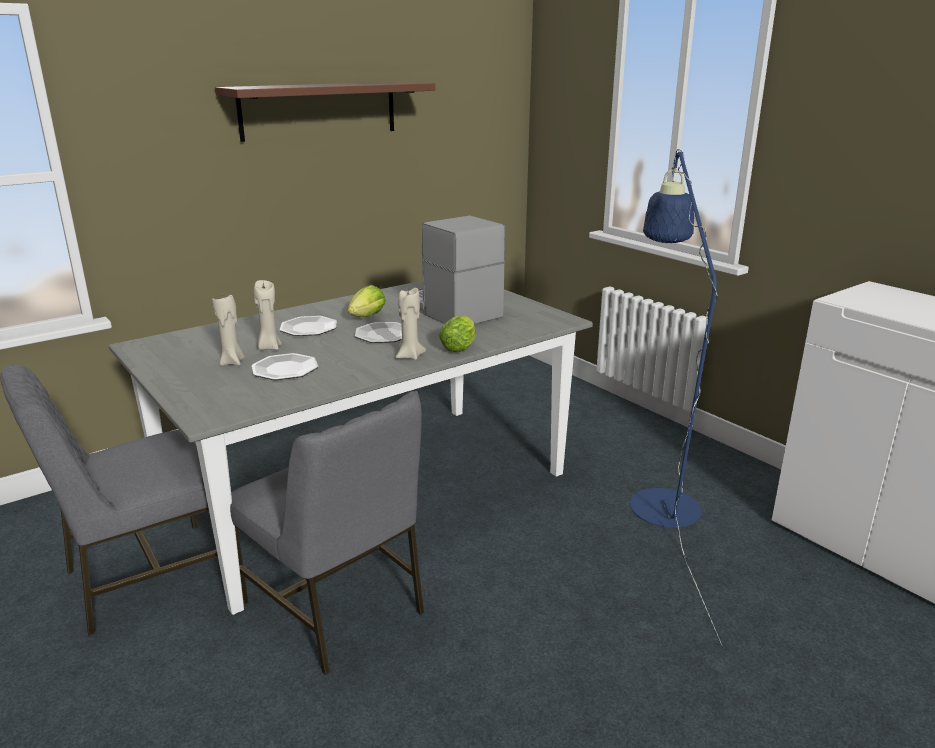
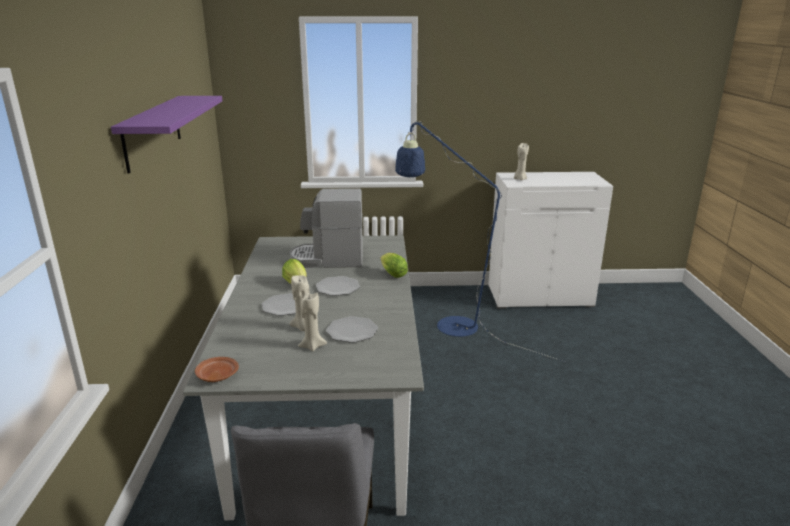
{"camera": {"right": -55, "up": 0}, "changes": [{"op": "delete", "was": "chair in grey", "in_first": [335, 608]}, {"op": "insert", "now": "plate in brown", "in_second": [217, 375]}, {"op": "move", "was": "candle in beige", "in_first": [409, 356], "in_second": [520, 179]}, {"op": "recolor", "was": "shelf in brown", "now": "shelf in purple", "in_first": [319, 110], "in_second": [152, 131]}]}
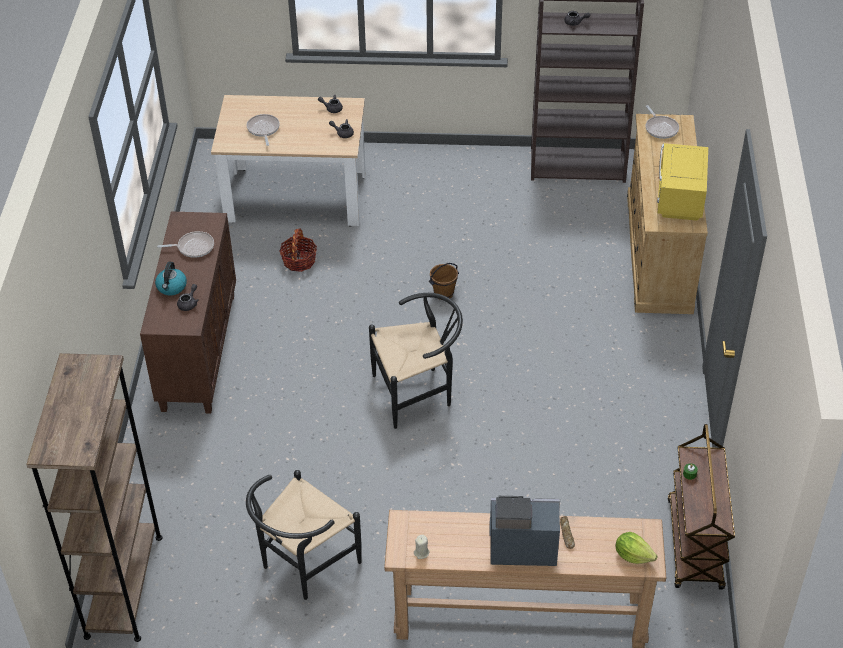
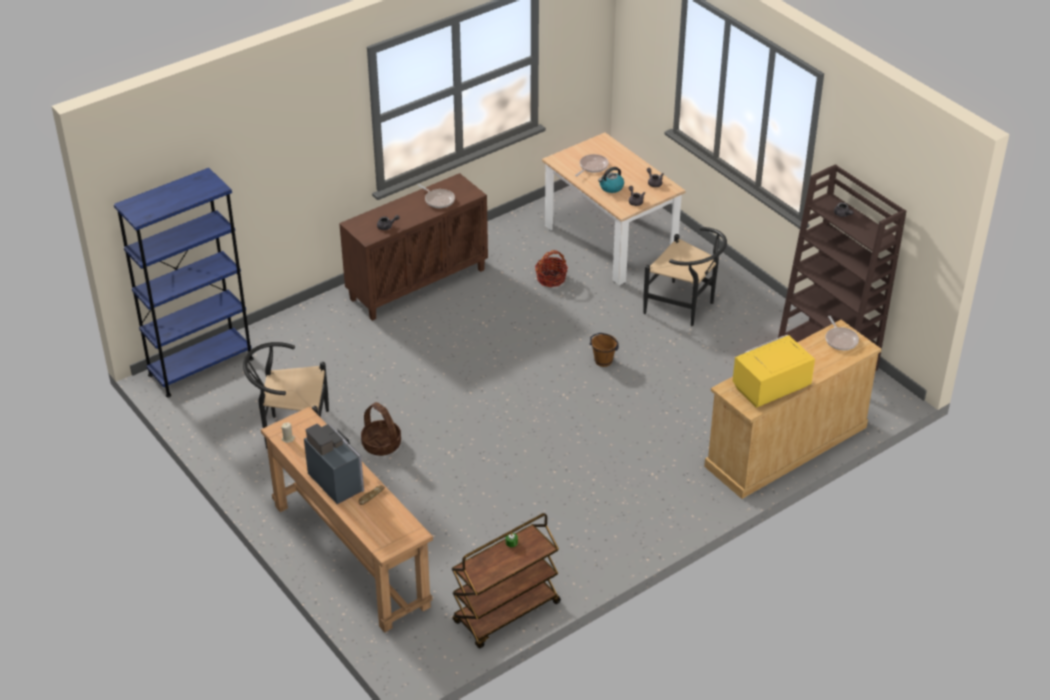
{"camera": {"right": 50, "up": -5}, "changes": [{"op": "delete", "was": "lettuce", "in_first": [633, 555]}, {"op": "insert", "now": "basket", "in_second": [381, 444]}, {"op": "move", "was": "kettle", "in_first": [171, 287], "in_second": [611, 187]}, {"op": "move", "was": "chair in black", "in_first": [419, 392], "in_second": [685, 307]}, {"op": "recolor", "was": "bookcase in brown", "now": "bookcase in blue", "in_first": [124, 586], "in_second": [201, 366]}, {"op": "rotate", "was": "frying pan", "in_first": [660, 128], "in_second": [840, 340], "clockwise": -45}]}
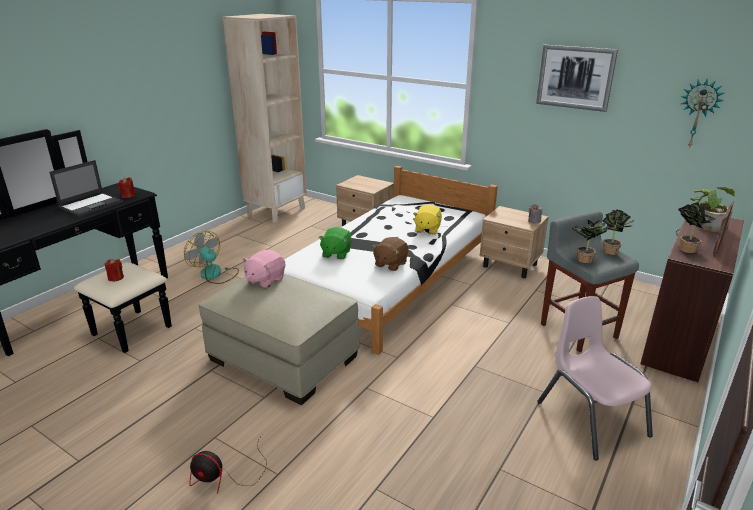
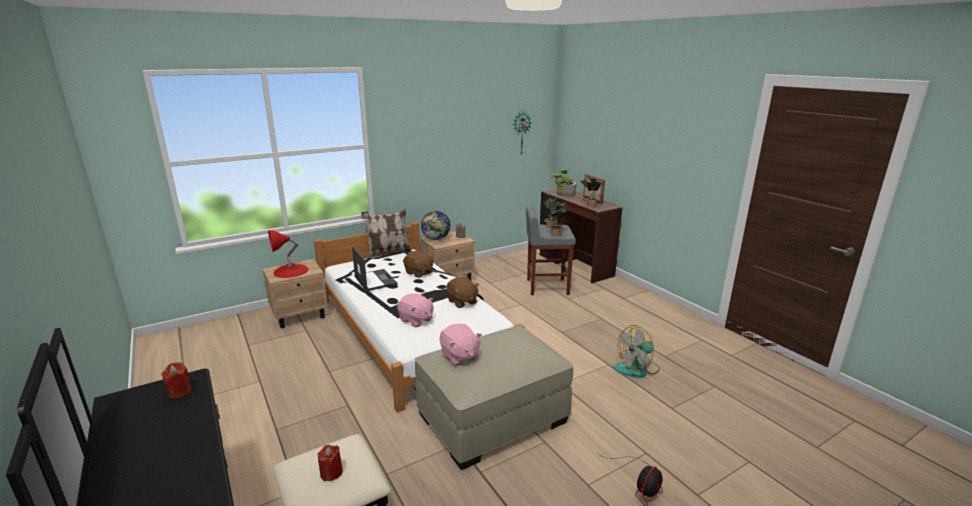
{"camera": {"right": -65, "up": -5}, "changes": [{"op": "delete", "was": "bookcase in beige", "in_first": [276, 211]}, {"op": "delete", "was": "picture", "in_first": [575, 77]}, {"op": "delete", "was": "chair in pink", "in_first": [591, 418]}, {"op": "insert", "now": "table lamp in red", "in_second": [291, 271]}, {"op": "insert", "now": "pillow", "in_second": [388, 252]}, {"op": "insert", "now": "globe", "in_second": [436, 239]}, {"op": "move", "was": "laptop", "in_first": [91, 204], "in_second": [375, 280]}, {"op": "move", "was": "fan", "in_first": [215, 275], "in_second": [637, 369]}, {"op": "recolor", "was": "plush toy in green", "now": "plush toy in pink", "in_first": [336, 253], "in_second": [416, 320]}, {"op": "recolor", "was": "plush toy in yellow", "now": "plush toy in brown", "in_first": [427, 229], "in_second": [419, 273]}]}
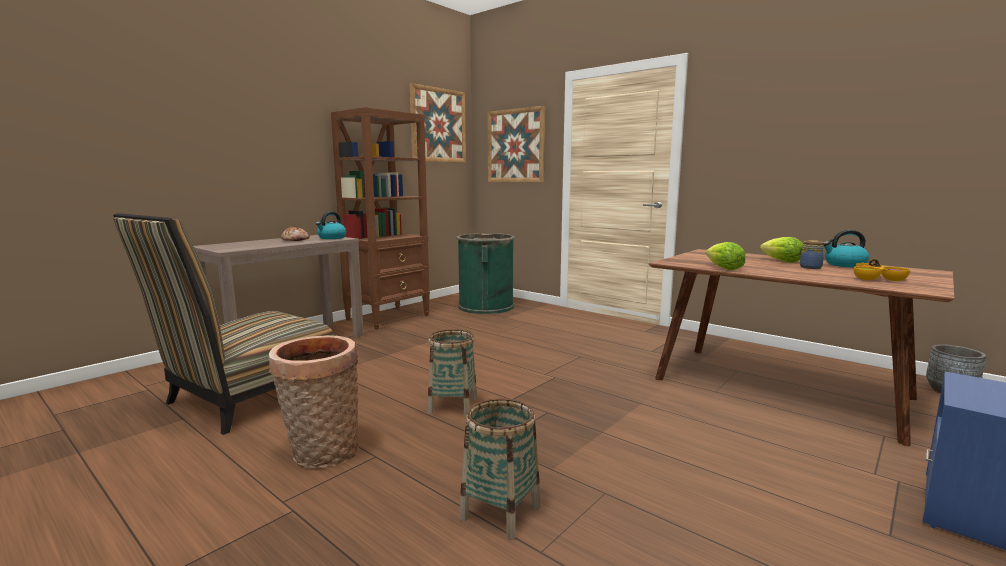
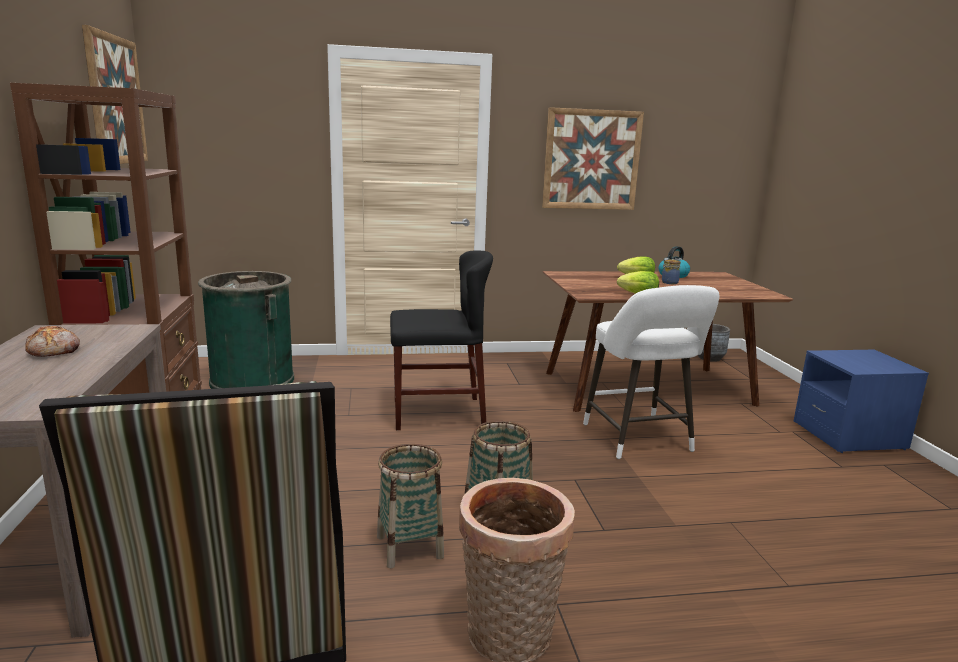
{"camera": {"right": -50, "up": 5}, "changes": [{"op": "delete", "was": "kettle", "in_first": [331, 238]}, {"op": "delete", "was": "bowl", "in_first": [875, 278]}, {"op": "insert", "now": "chair in black", "in_second": [438, 413]}, {"op": "insert", "now": "stool in white", "in_second": [640, 440]}, {"op": "move", "was": "basket", "in_first": [500, 512], "in_second": [410, 547]}, {"op": "move", "was": "picture", "in_first": [515, 146], "in_second": [591, 160]}]}
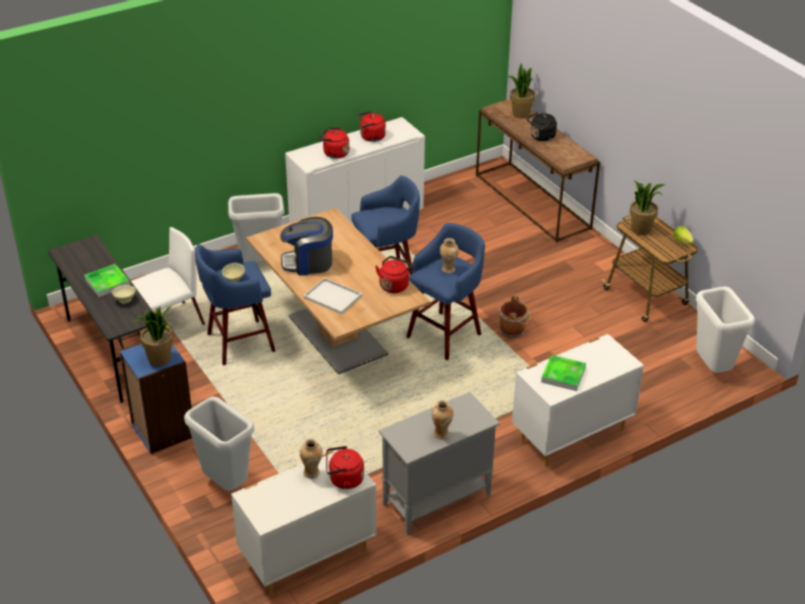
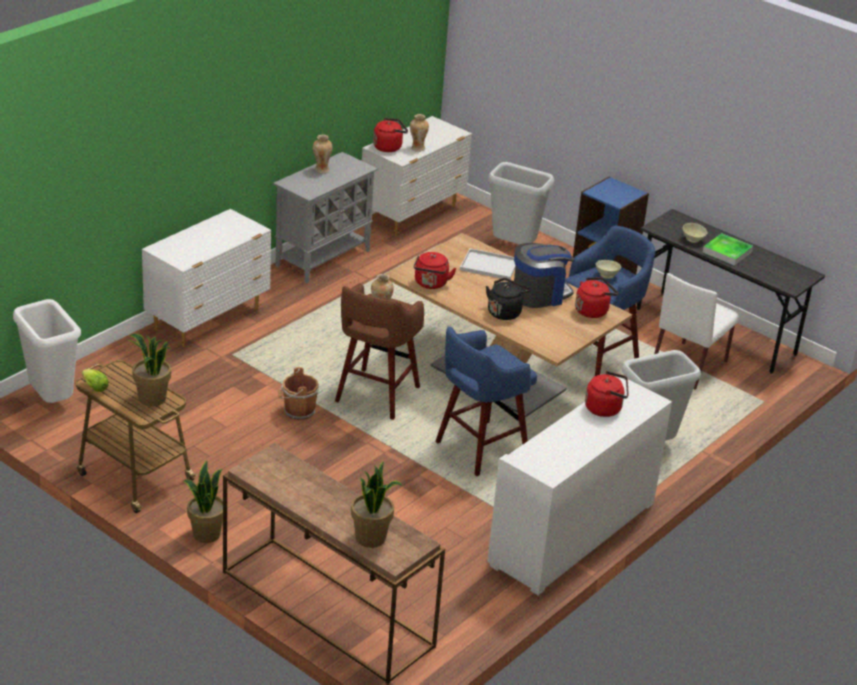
{"camera": {"right": 160, "up": -5}, "changes": [{"op": "delete", "was": "tray", "in_first": [563, 375]}, {"op": "move", "was": "potted plant", "in_first": [160, 359], "in_second": [206, 534]}, {"op": "move", "was": "kettle in red", "in_first": [371, 137], "in_second": [593, 310]}, {"op": "move", "was": "kettle in black", "in_first": [541, 137], "in_second": [505, 312]}, {"op": "recolor", "was": "stool in blue", "now": "stool in brown", "in_first": [445, 334], "in_second": [376, 396]}]}
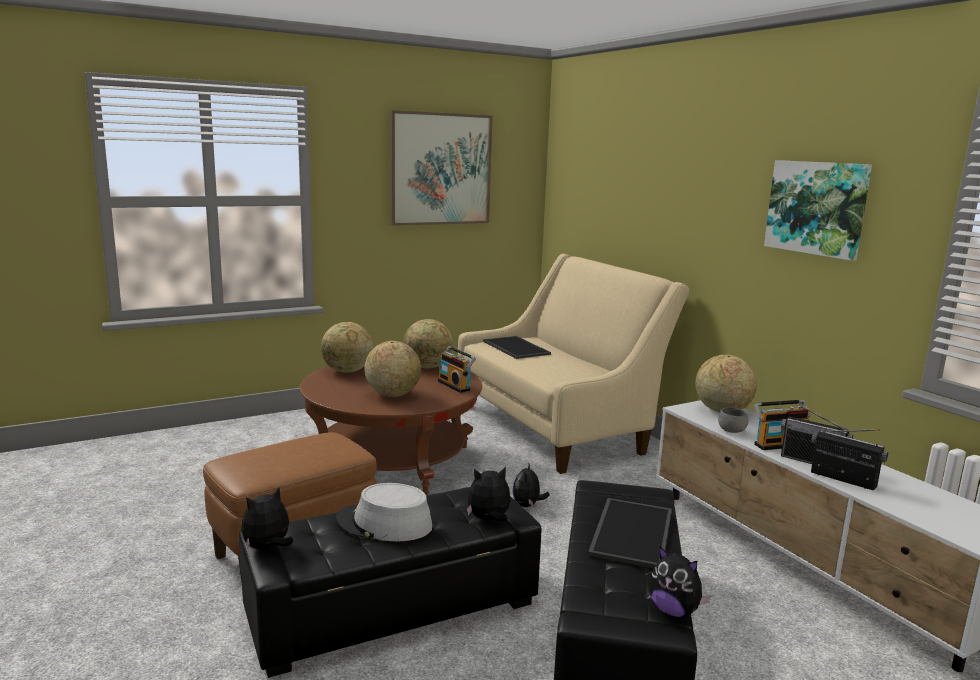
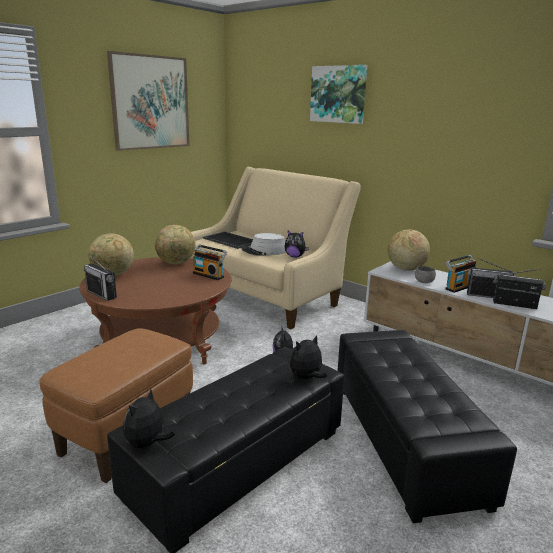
{"camera": {"right": -20, "up": 5}, "changes": [{"op": "delete", "was": "globe", "in_first": [392, 395]}, {"op": "delete", "was": "tray", "in_first": [630, 531]}, {"op": "insert", "now": "radio", "in_second": [101, 294]}, {"op": "move", "was": "hat in grey", "in_first": [384, 524], "in_second": [264, 251]}, {"op": "move", "was": "plush toy", "in_first": [674, 611], "in_second": [295, 256]}, {"op": "move", "was": "picture", "in_first": [817, 208], "in_second": [338, 94]}]}
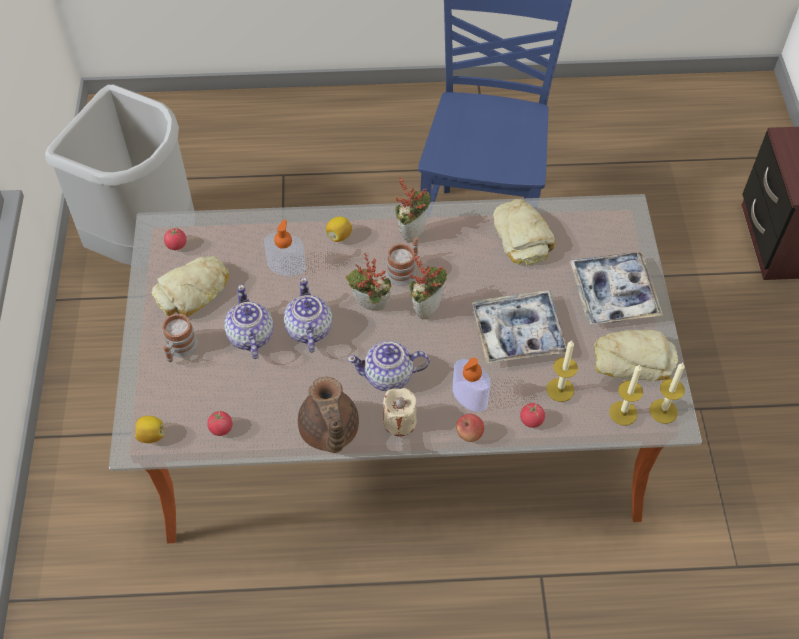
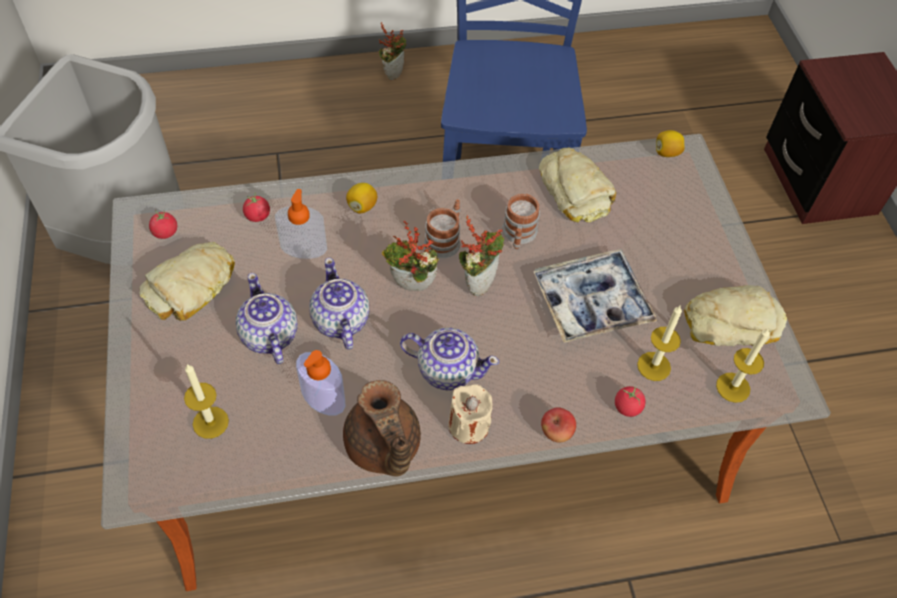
{"camera": {"right": -10, "up": 0}, "changes": [{"op": "delete", "was": "tray", "in_first": [613, 294]}, {"op": "move", "was": "lemon", "in_first": [151, 435], "in_second": [667, 153]}, {"op": "move", "was": "mug", "in_first": [179, 349], "in_second": [518, 235]}, {"op": "move", "was": "tomato", "in_first": [221, 428], "in_second": [257, 216]}, {"op": "move", "was": "potted plant", "in_first": [412, 232], "in_second": [393, 73]}, {"op": "move", "was": "soap dispenser", "in_first": [469, 396], "in_second": [323, 397]}, {"op": "move", "was": "candle", "in_first": [663, 411], "in_second": [210, 422]}, {"op": "rotate", "was": "teapot", "in_first": [389, 376], "in_second": [447, 369], "clockwise": -150}]}
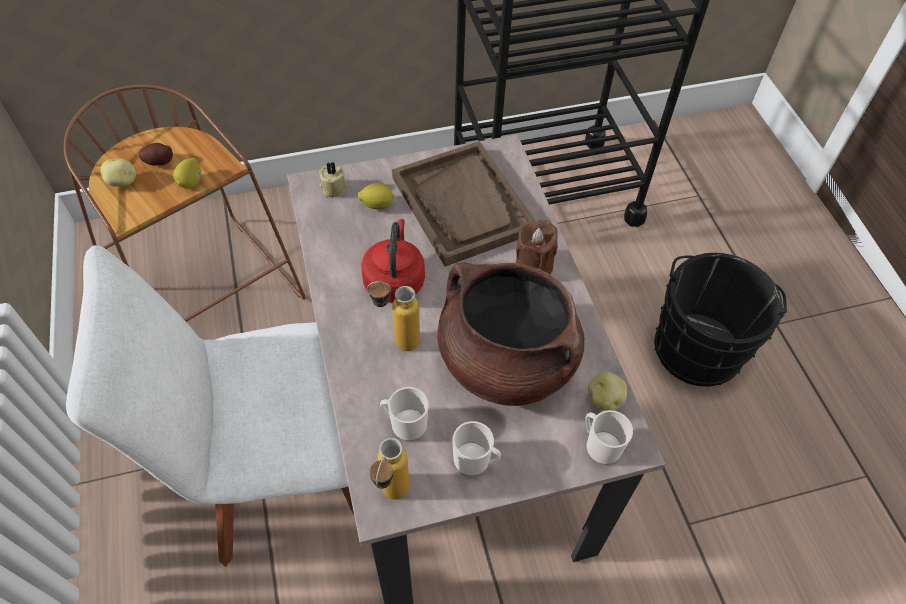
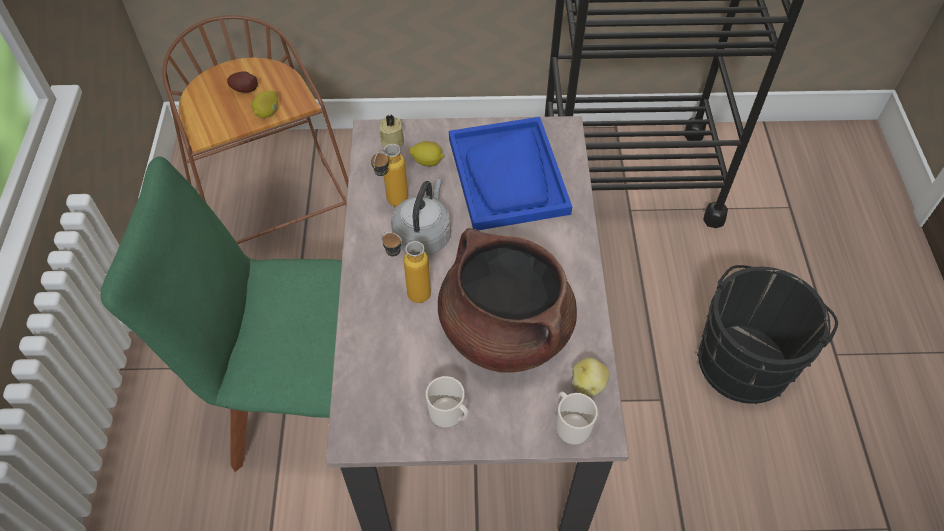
{"camera": {"right": 15, "up": 0}, "changes": [{"op": "delete", "was": "potato", "in_first": [123, 182]}, {"op": "delete", "was": "mug", "in_first": [405, 424]}, {"op": "delete", "was": "candle in brown", "in_first": [534, 266]}, {"op": "move", "was": "bottle", "in_first": [391, 498], "in_second": [392, 205]}, {"op": "recolor", "was": "chair in white", "now": "chair in green", "in_first": [280, 476], "in_second": [303, 400]}, {"op": "recolor", "was": "kettle in red", "now": "kettle in grey", "in_first": [394, 280], "in_second": [423, 235]}, {"op": "recolor", "was": "tray in brown", "now": "tray in blue", "in_first": [463, 205], "in_second": [508, 176]}]}
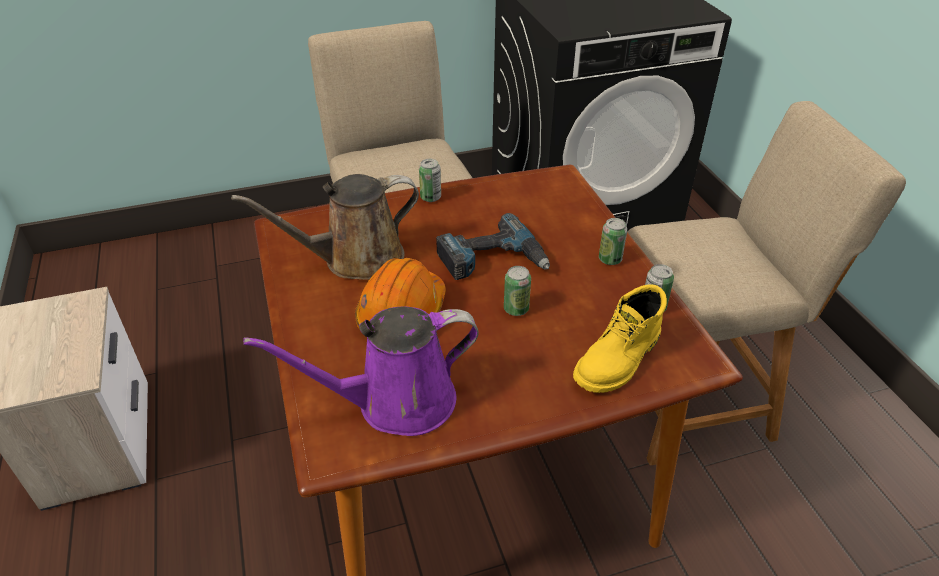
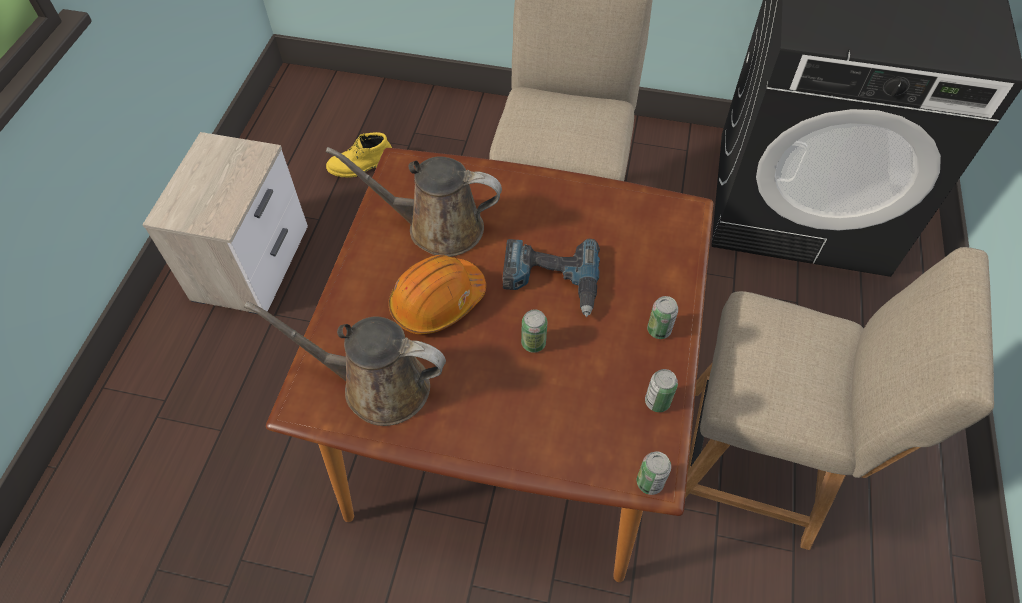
{"camera": {"right": 30, "up": 15}, "changes": [{"op": "move", "was": "can", "in_first": [430, 197], "in_second": [649, 482]}, {"op": "move", "was": "boot in yellow", "in_first": [619, 360], "in_second": [361, 166]}, {"op": "recolor", "was": "watering can in purple", "now": "watering can in brown", "in_first": [396, 402], "in_second": [377, 385]}]}
